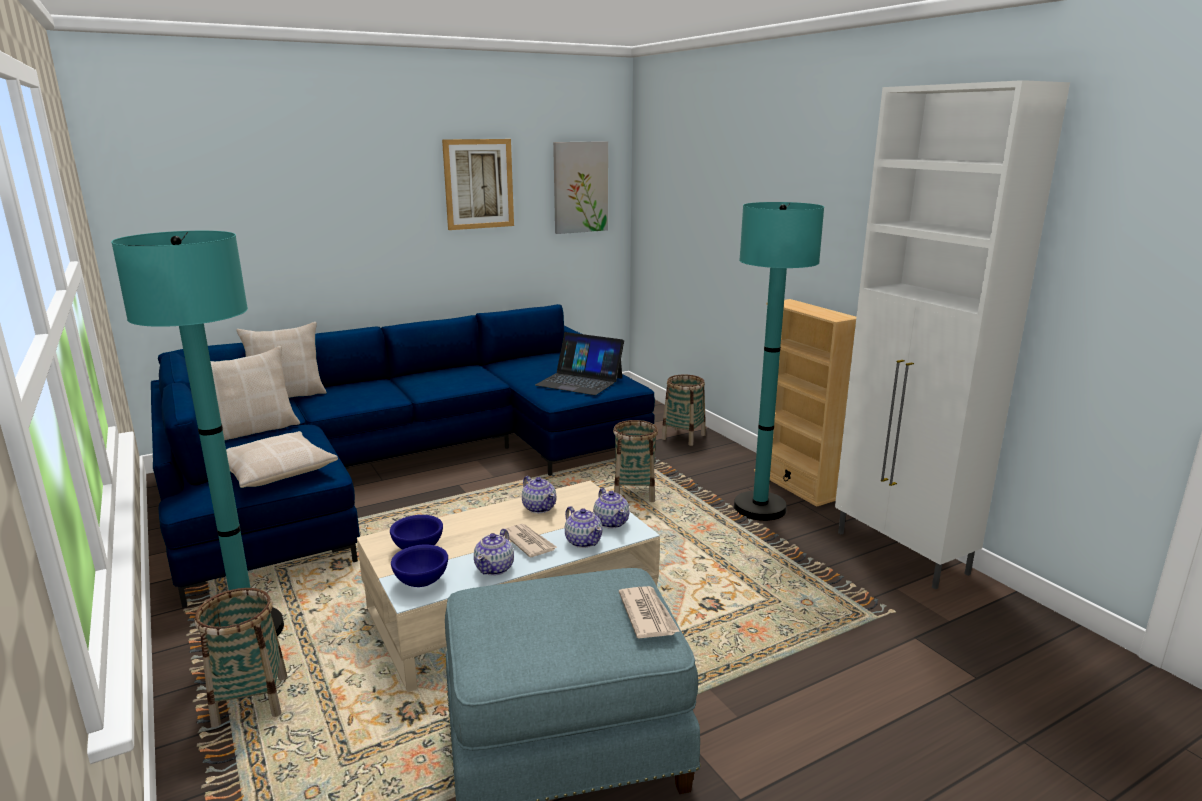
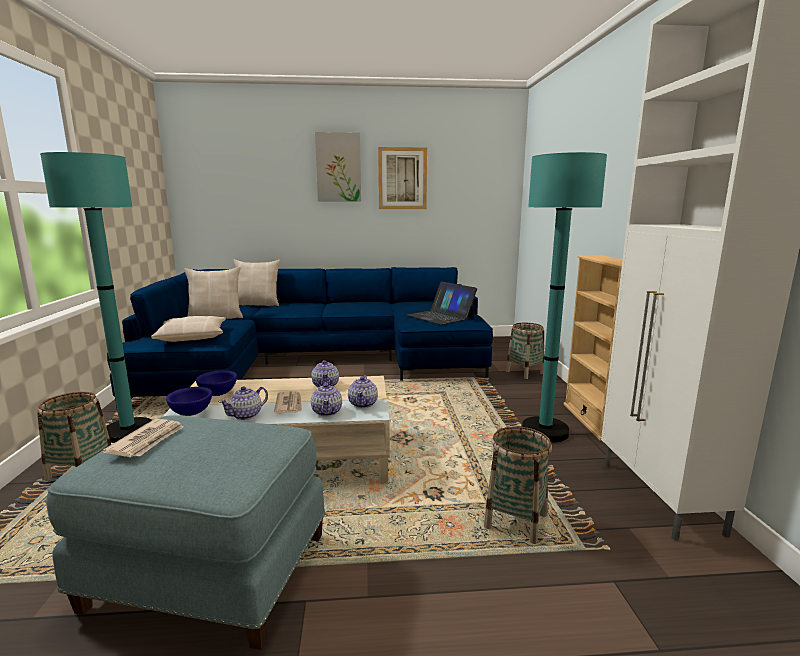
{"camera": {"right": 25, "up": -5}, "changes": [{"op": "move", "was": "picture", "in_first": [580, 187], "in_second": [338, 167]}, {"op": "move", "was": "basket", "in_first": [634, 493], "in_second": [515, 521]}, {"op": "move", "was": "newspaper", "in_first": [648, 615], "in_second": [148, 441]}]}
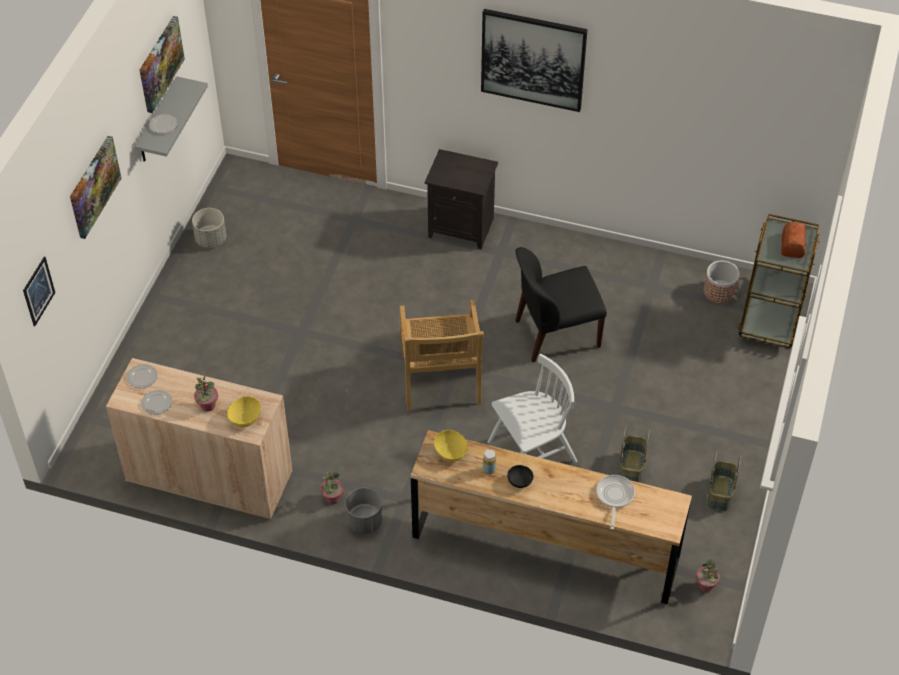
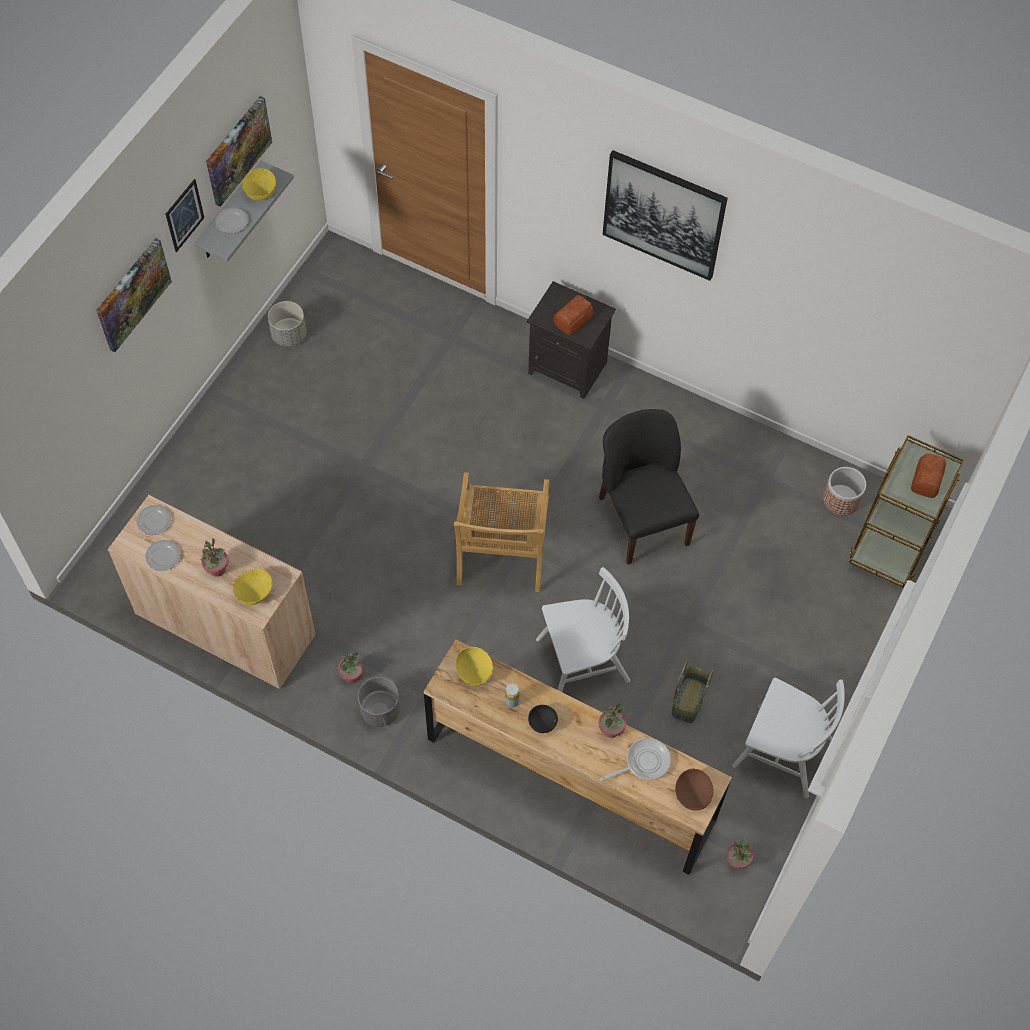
{"camera": {"right": 10, "up": 10}, "changes": [{"op": "insert", "now": "bowl in yellow", "in_second": [260, 192]}, {"op": "insert", "now": "bread", "in_second": [574, 319]}, {"op": "insert", "now": "potted plant", "in_second": [610, 730]}, {"op": "insert", "now": "bowl in brown", "in_second": [692, 794]}, {"op": "move", "was": "picture", "in_first": [38, 291], "in_second": [184, 215]}, {"op": "replace", "was": "basket", "now": "chair in white", "in_first": [720, 493], "in_second": [781, 751]}, {"op": "rotate", "was": "chair in black", "in_first": [555, 334], "in_second": [642, 519], "clockwise": 75}, {"op": "rotate", "was": "frying pan", "in_first": [614, 497], "in_second": [643, 762], "clockwise": 45}]}
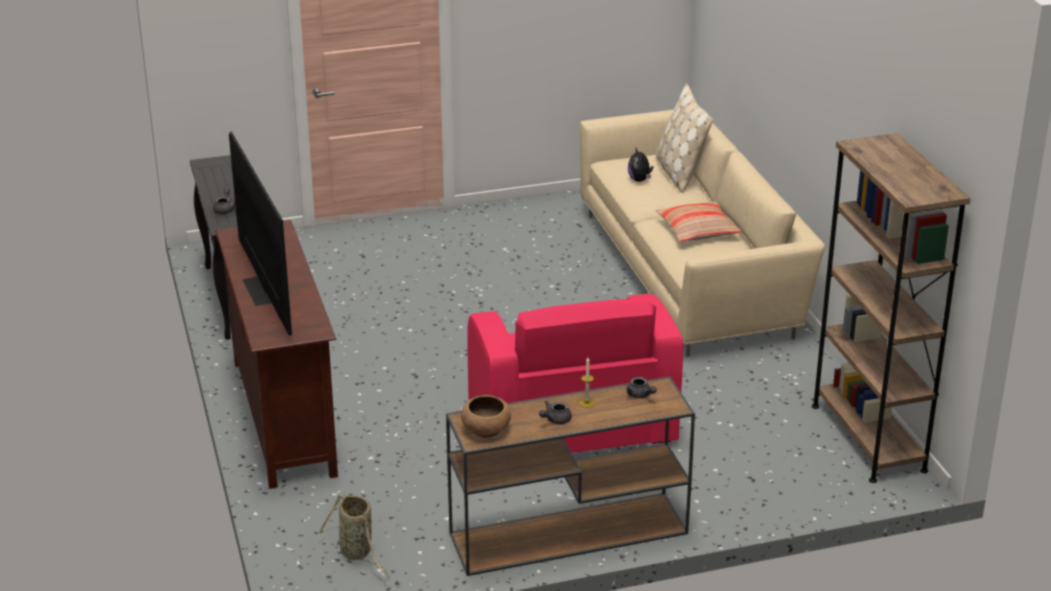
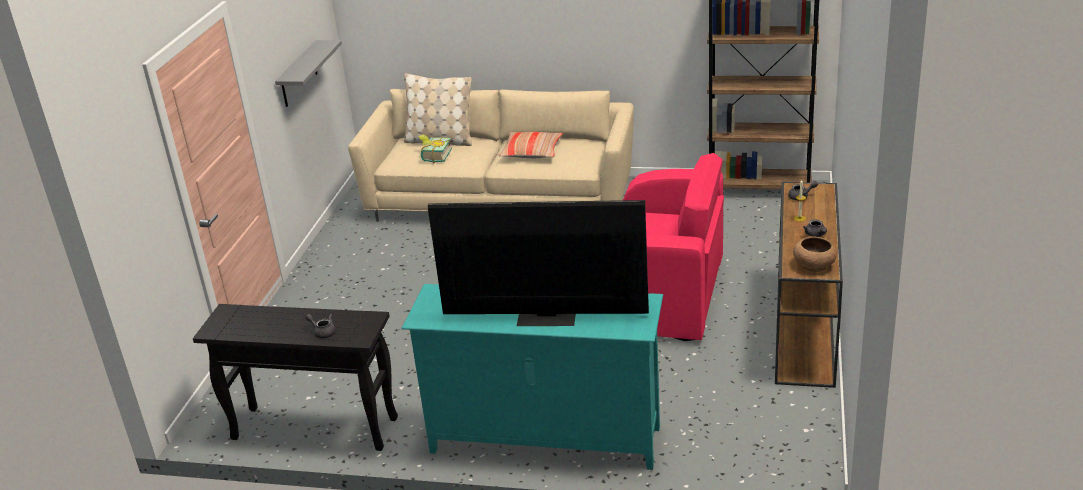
{"camera": {"right": -60, "up": 0}, "changes": [{"op": "delete", "was": "basket", "in_first": [357, 553]}, {"op": "insert", "now": "shelf in grey", "in_second": [298, 74]}, {"op": "replace", "was": "plush toy", "now": "book", "in_first": [640, 180], "in_second": [433, 156]}, {"op": "recolor", "was": "tv stand in brown", "now": "tv stand in turquoise", "in_first": [282, 417], "in_second": [544, 440]}]}
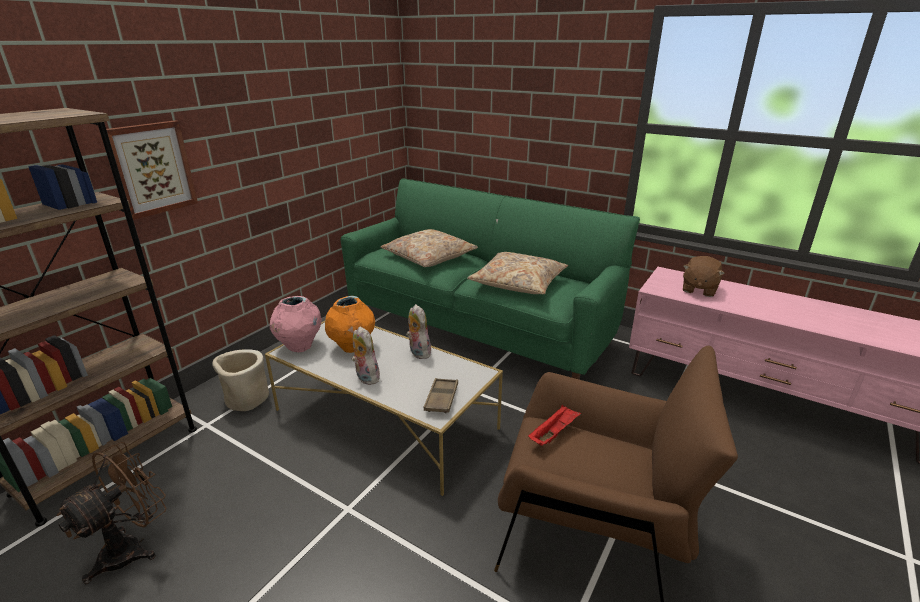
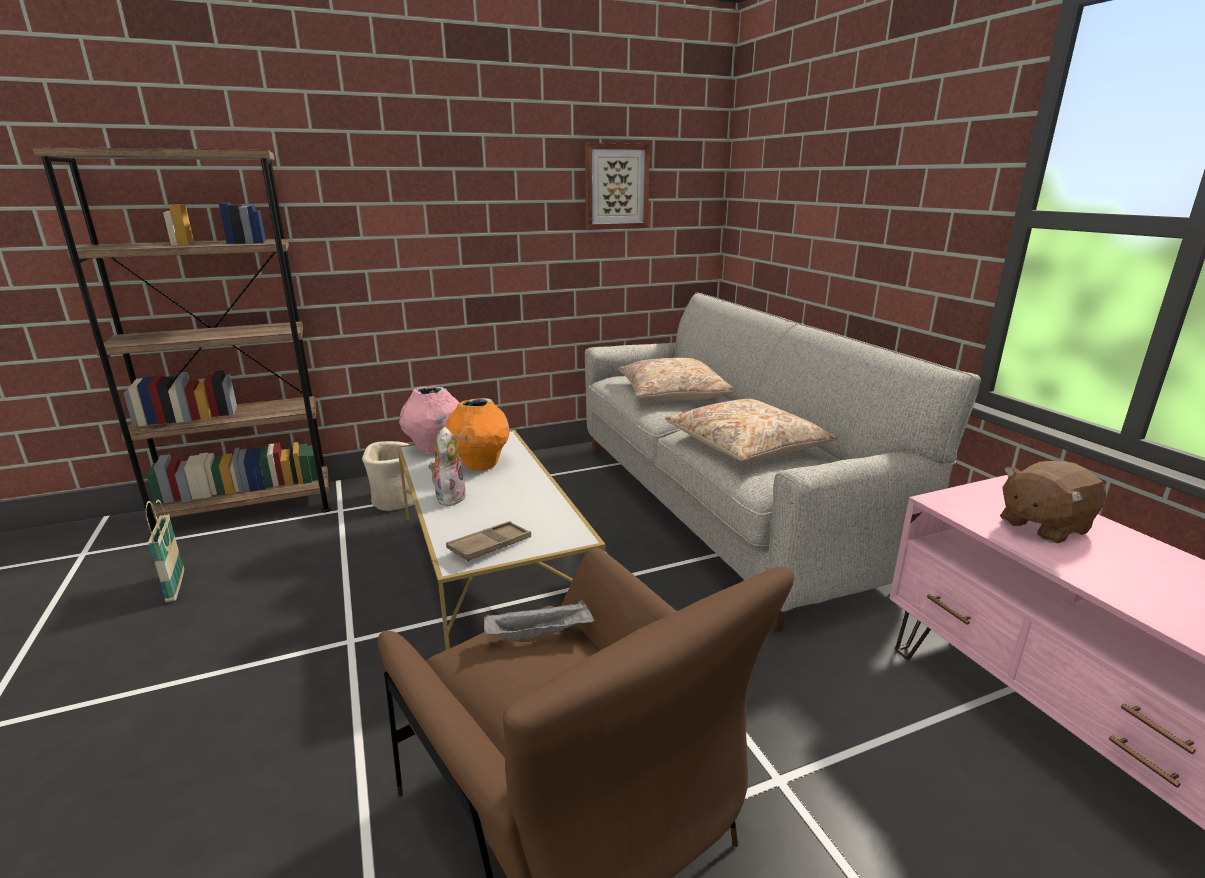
{"camera": {"right": 35, "up": -5}, "changes": [{"op": "delete", "was": "plush toy", "in_first": [418, 352]}, {"op": "move", "was": "picture", "in_first": [151, 169], "in_second": [616, 186]}, {"op": "replace", "was": "fan in brown", "now": "basket", "in_first": [132, 547], "in_second": [176, 586]}, {"op": "recolor", "was": "sofa in green", "now": "sofa in grey", "in_first": [477, 325], "in_second": [720, 507]}, {"op": "recolor", "was": "tray in red", "now": "tray in grey", "in_first": [553, 433], "in_second": [541, 634]}]}
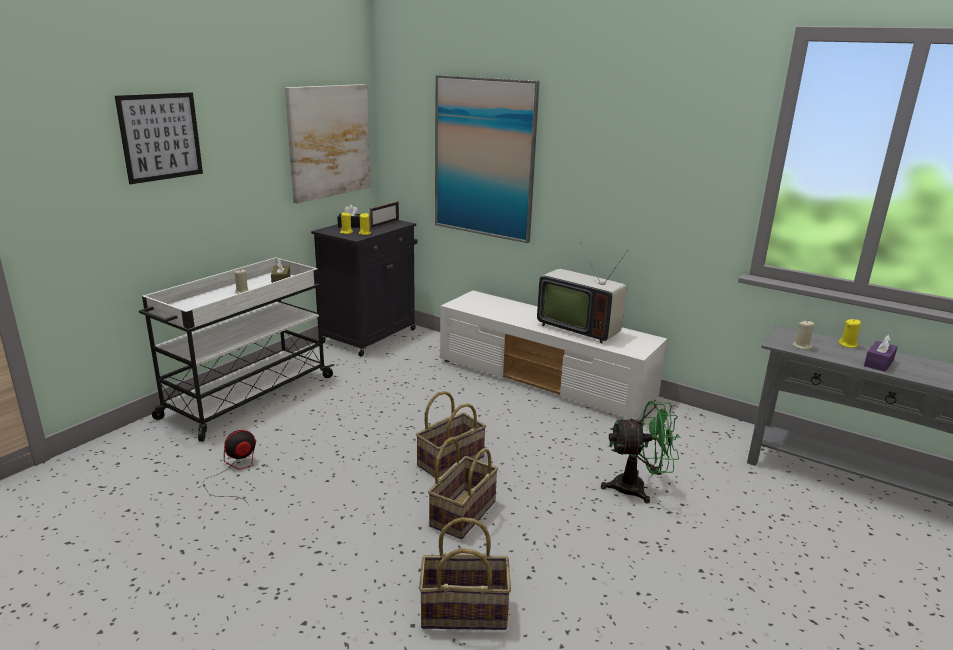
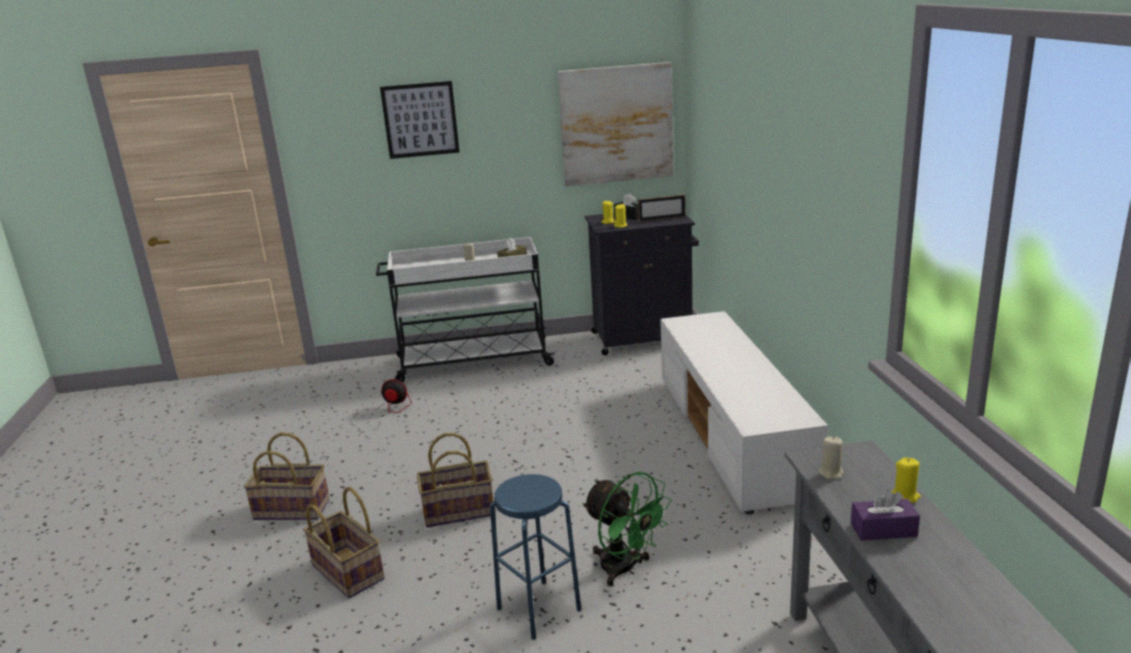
{"camera": {"right": 50, "up": 0}, "changes": [{"op": "delete", "was": "picture", "in_first": [484, 158]}, {"op": "delete", "was": "television", "in_first": [579, 328]}, {"op": "insert", "now": "stool in blue", "in_second": [538, 609]}, {"op": "move", "was": "basket", "in_first": [450, 460], "in_second": [292, 509]}]}
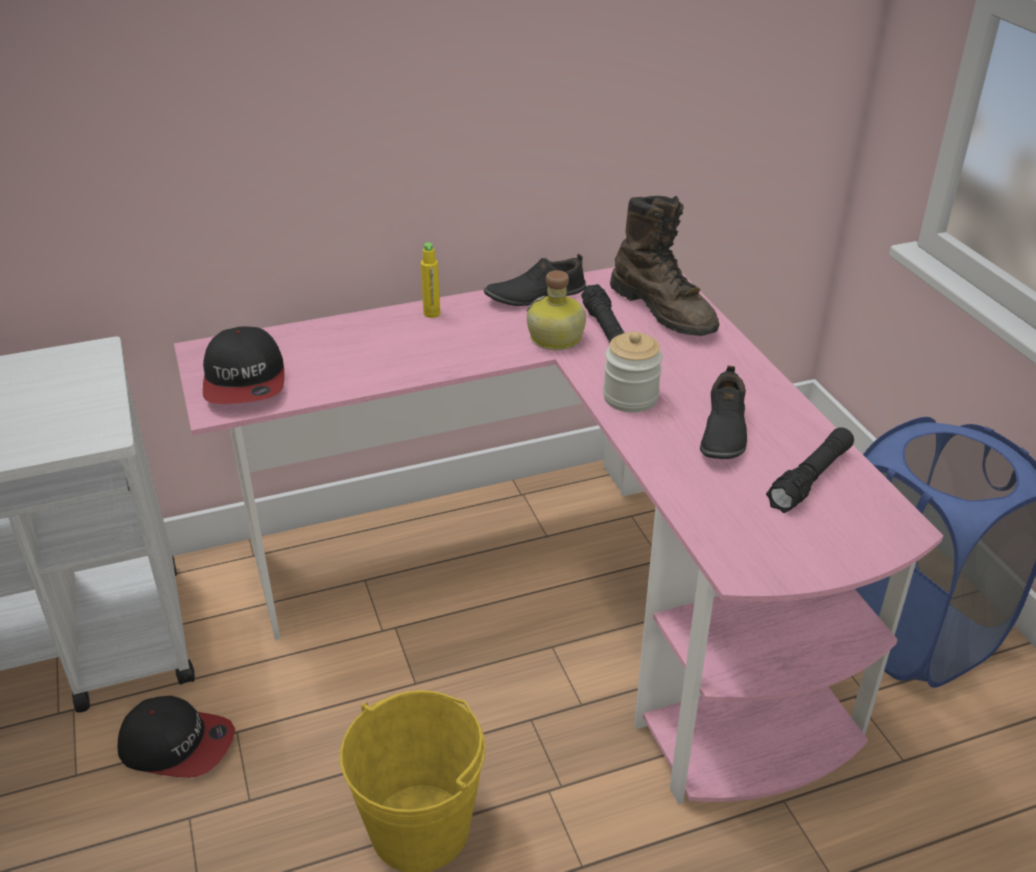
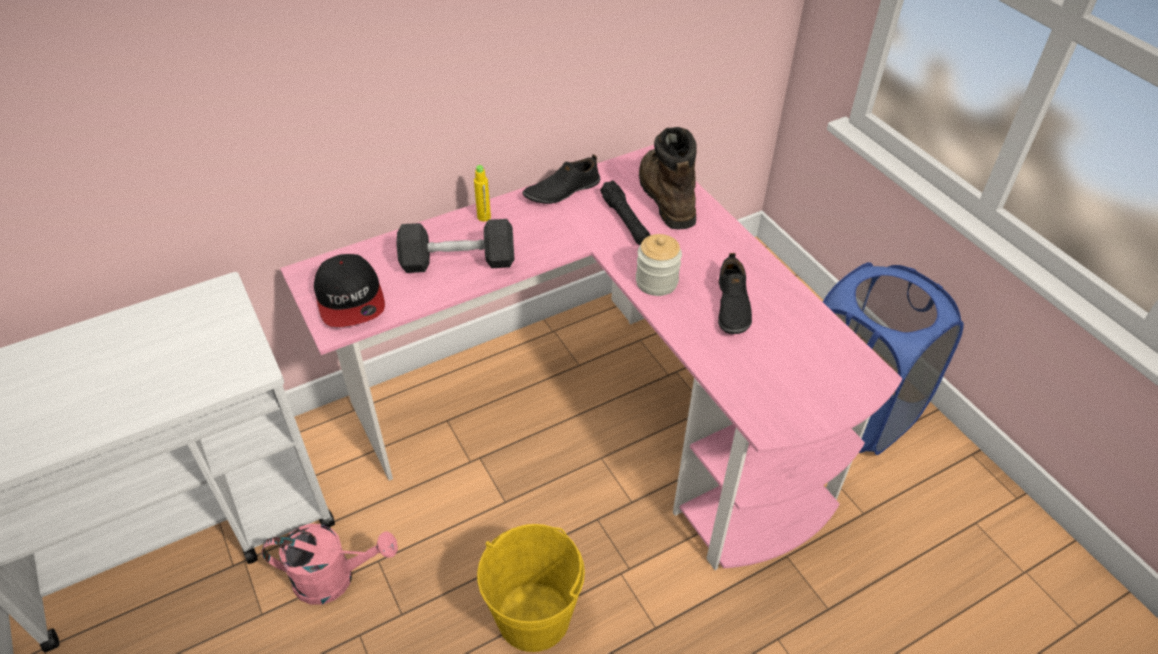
{"camera": {"right": -10, "up": 10}, "changes": [{"op": "delete", "was": "bottle", "in_first": [556, 339]}, {"op": "delete", "was": "flashlight in black", "in_first": [810, 479]}, {"op": "insert", "now": "dumbbell in grey", "in_second": [458, 261]}, {"op": "replace", "was": "cap", "now": "watering can in pink", "in_first": [177, 744], "in_second": [335, 578]}, {"op": "rotate", "was": "boot in brown", "in_first": [664, 310], "in_second": [665, 196], "clockwise": -150}]}
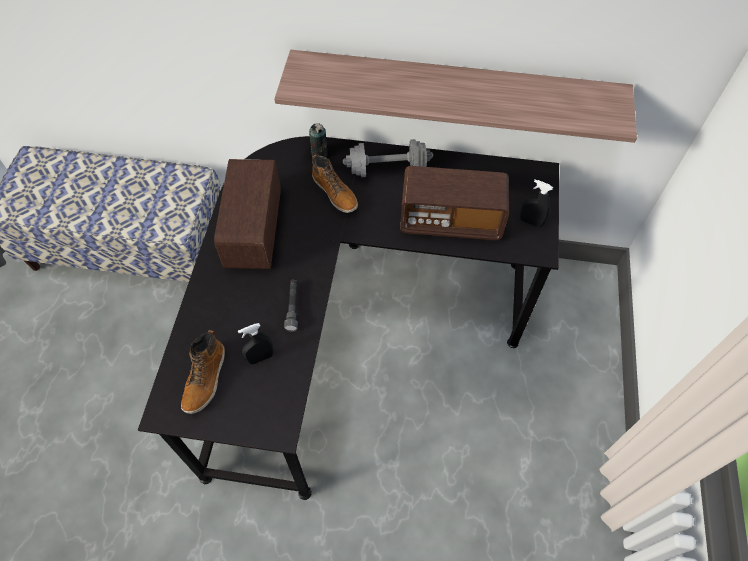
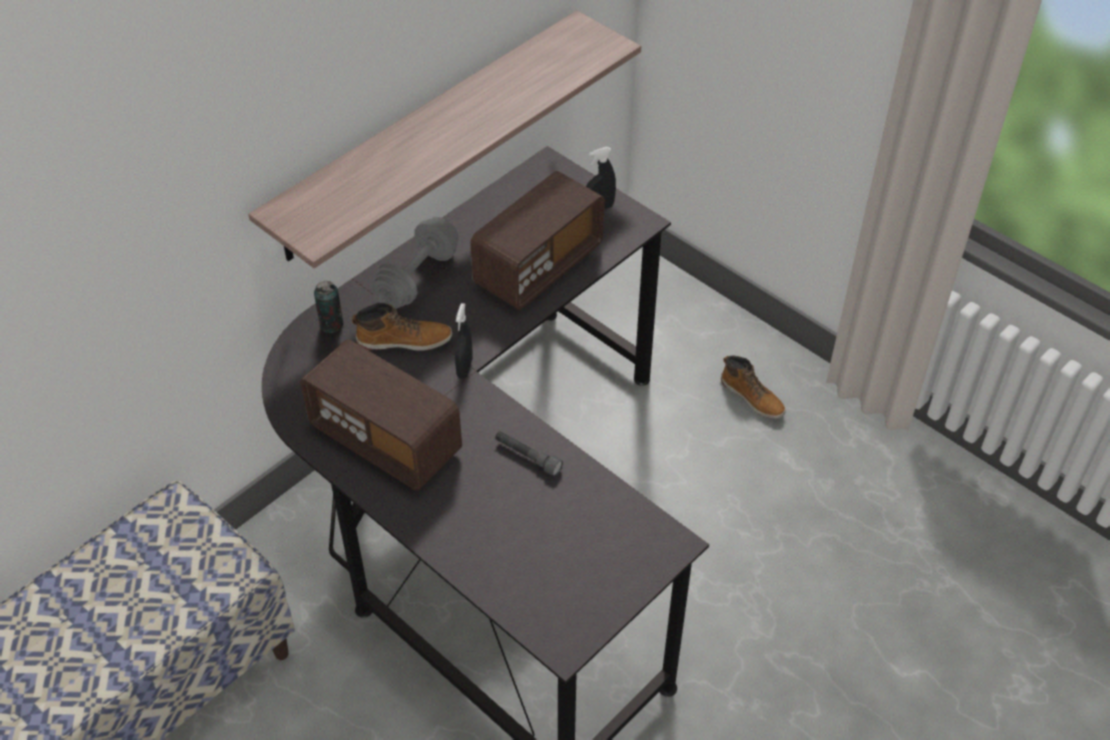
{"camera": {"right": -55, "up": -10}, "changes": [{"op": "move", "was": "boot", "in_first": [205, 379], "in_second": [752, 397]}, {"op": "move", "was": "spray bottle in black", "in_first": [260, 357], "in_second": [464, 368]}]}
